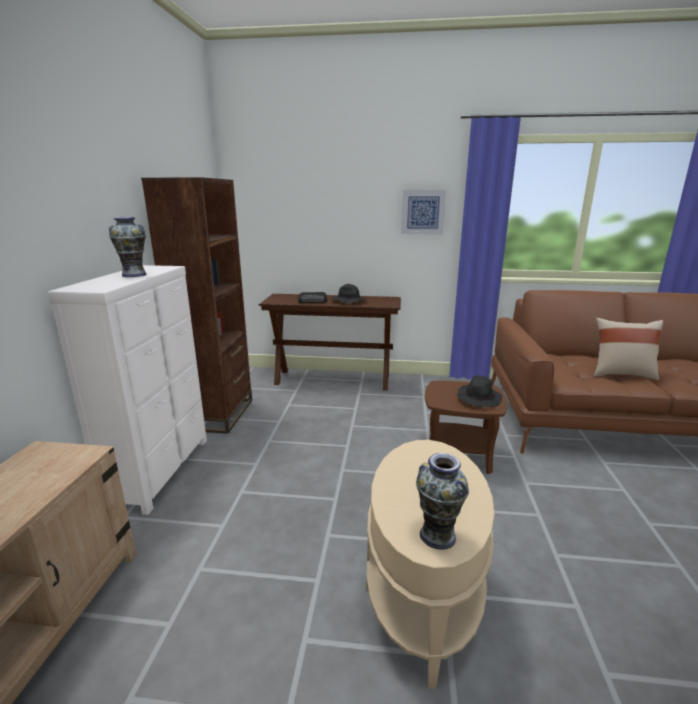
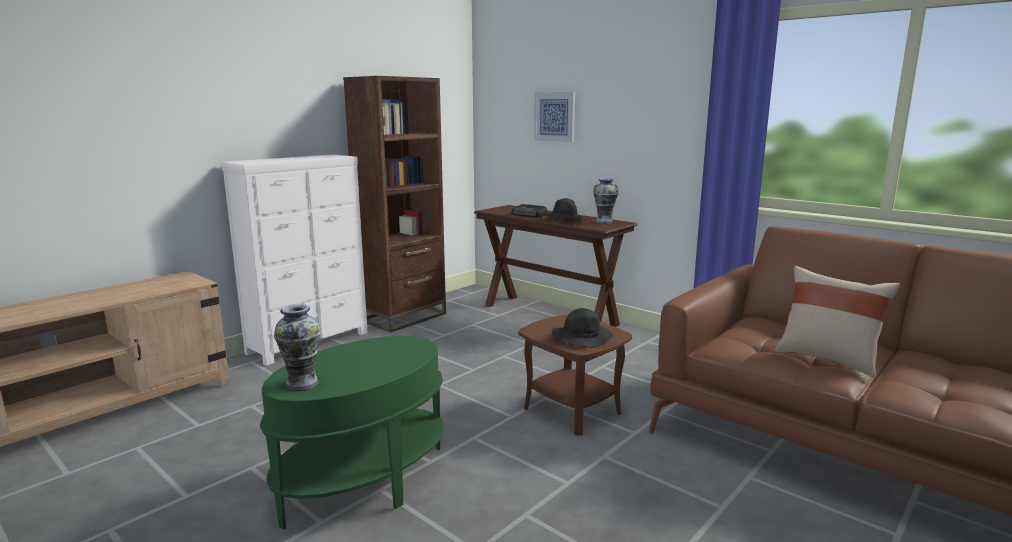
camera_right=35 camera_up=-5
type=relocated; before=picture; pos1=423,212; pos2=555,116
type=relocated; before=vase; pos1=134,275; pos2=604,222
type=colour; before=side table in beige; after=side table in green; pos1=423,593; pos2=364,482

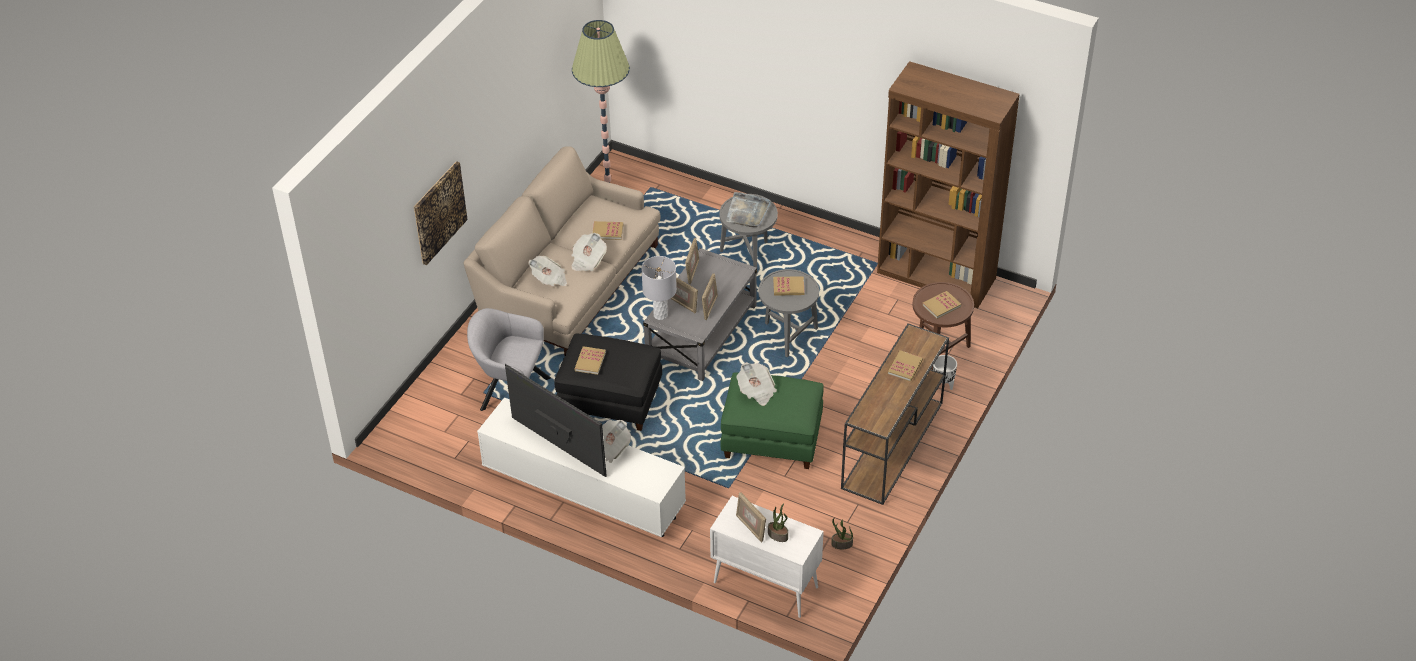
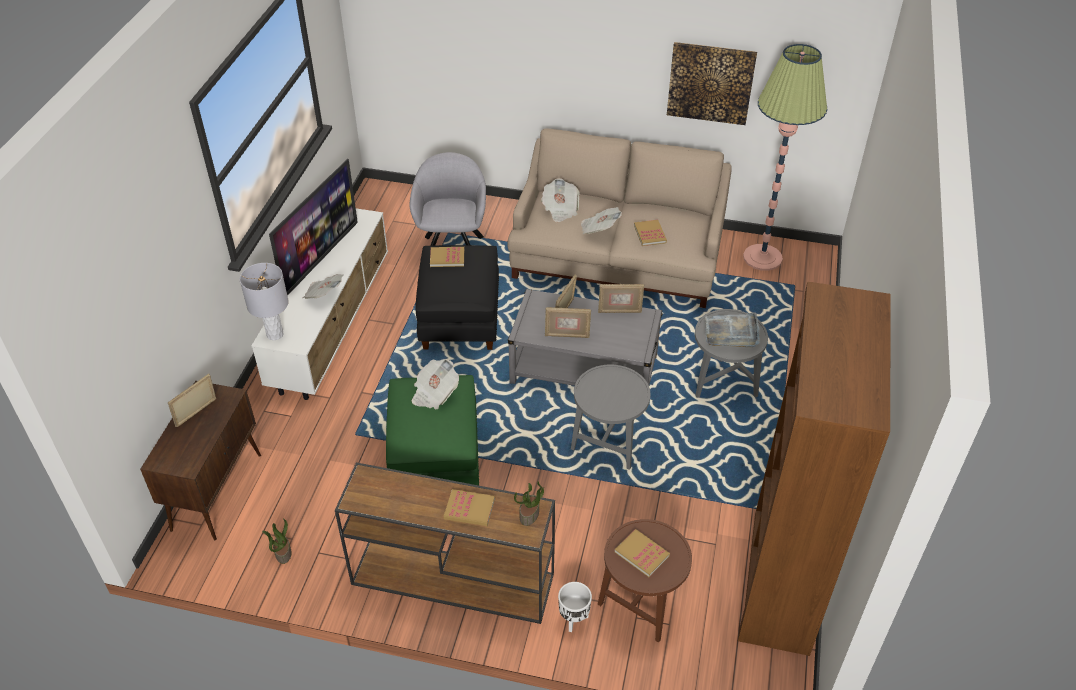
camera_right=75 camera_up=0
type=relocated; before=picture; pos1=439,212; pos2=710,83
type=relocated; before=table lamp in grey; pos1=660,315; pos2=275,335
type=missing; before=book; pos1=788,287
type=colour; before=cabinet in white; after=cabinet in brown; pos1=764,585; pos2=217,491
type=relocated; before=potted plant; pos1=778,535; pos2=529,514

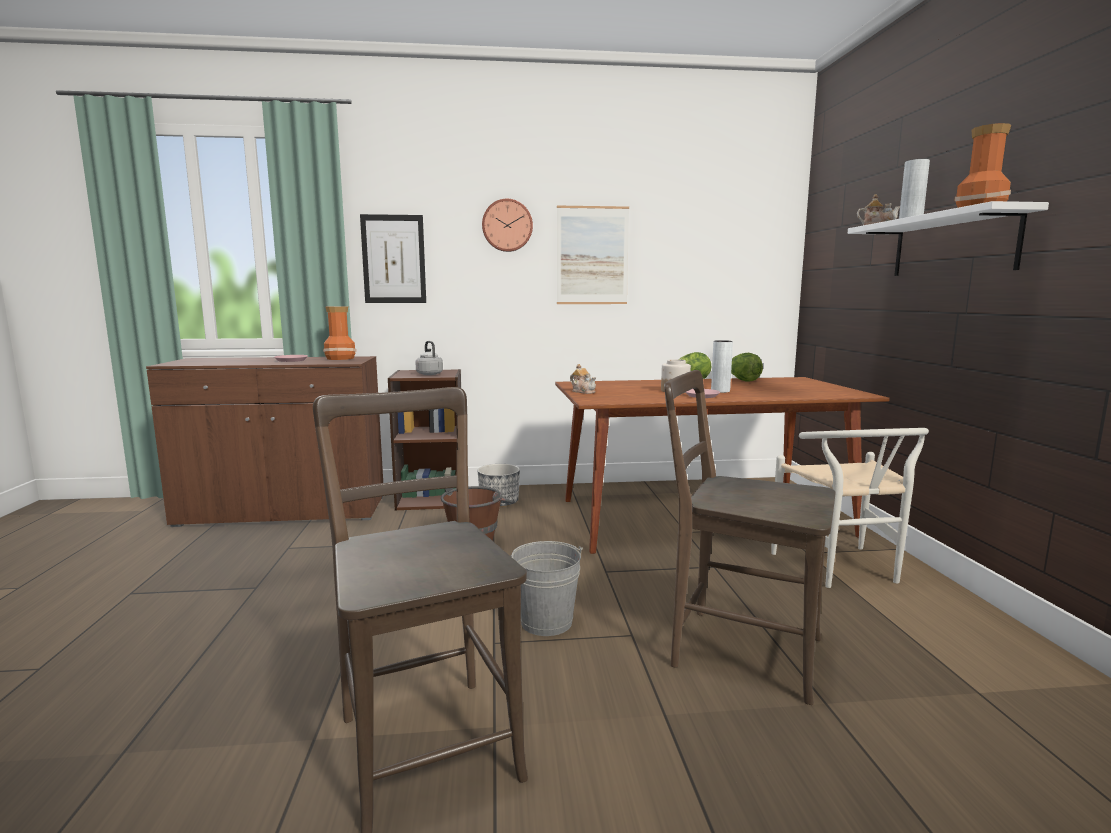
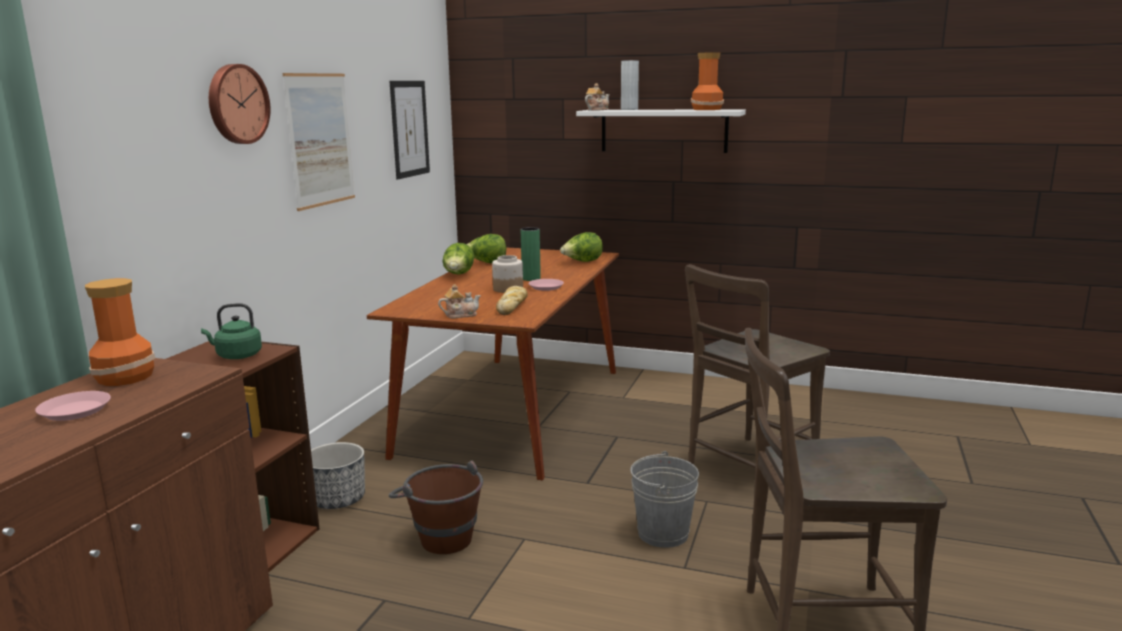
camera_right=-65 camera_up=5
type=relocated; before=picture; pos1=393,259; pos2=409,129
type=colour; before=vase in grey; after=vase in green; pos1=720,391; pos2=531,279
type=colour; before=kettle in grey; after=kettle in green; pos1=429,374; pos2=237,356
type=missing; before=chair in white; pos1=843,570
type=appeared; after=lettuce; pos2=582,262
type=appeared; after=bread; pos2=512,306

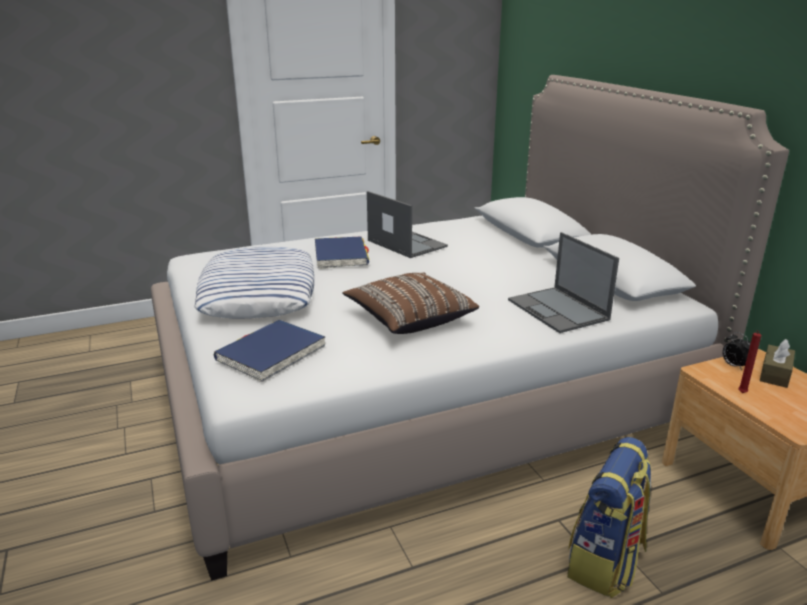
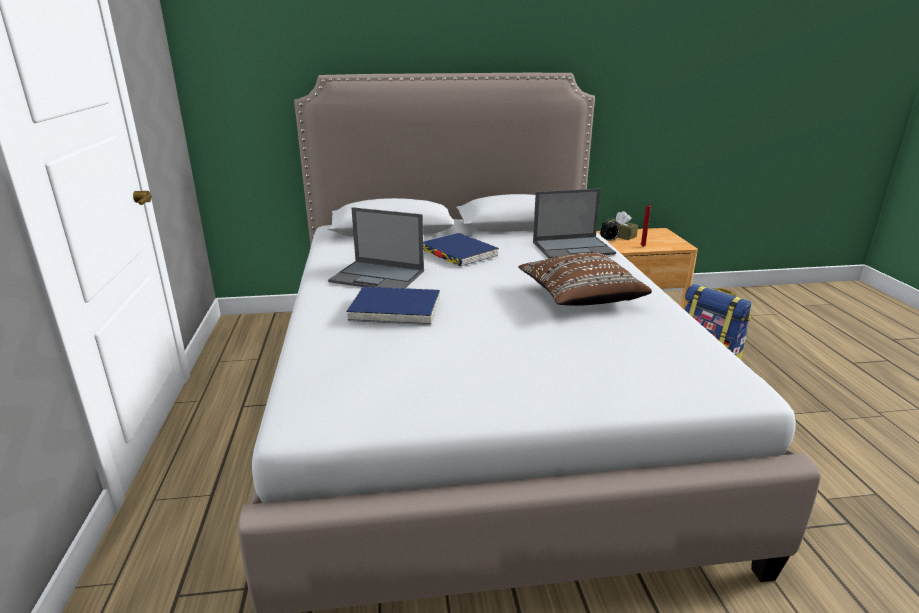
camera_right=-75 camera_up=0
type=spun; before=laptop; pos1=406,243; pos2=378,276; turn=-135
type=missing; before=pillow; pos1=259,293
type=relocated; before=book in blue; pos1=271,353; pos2=458,253

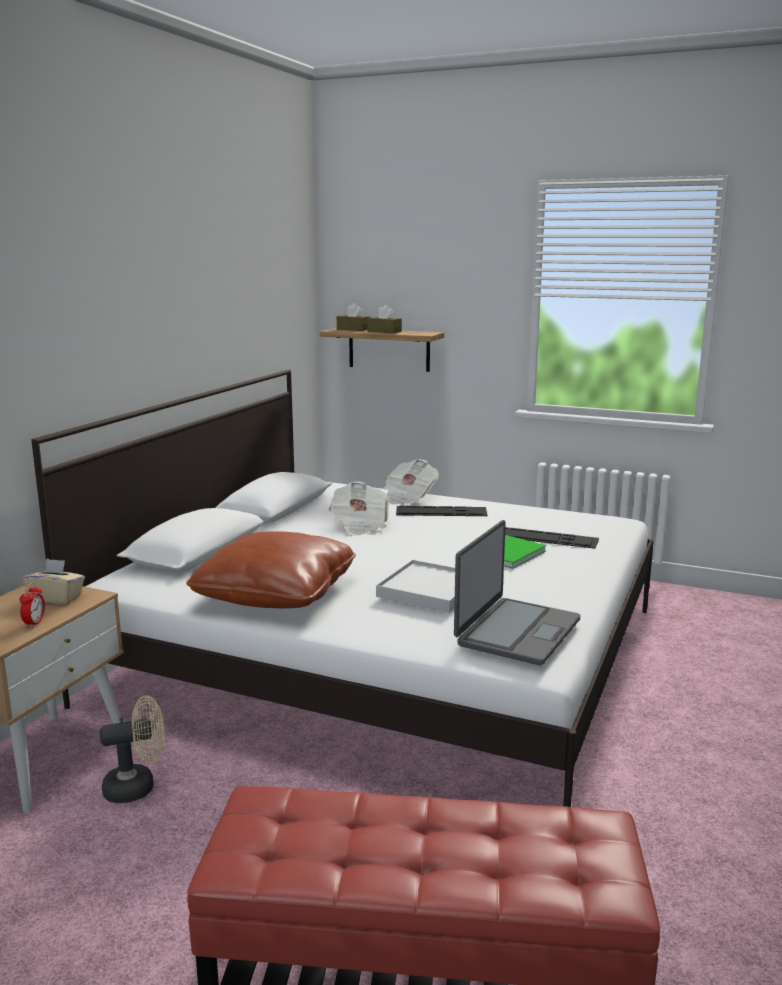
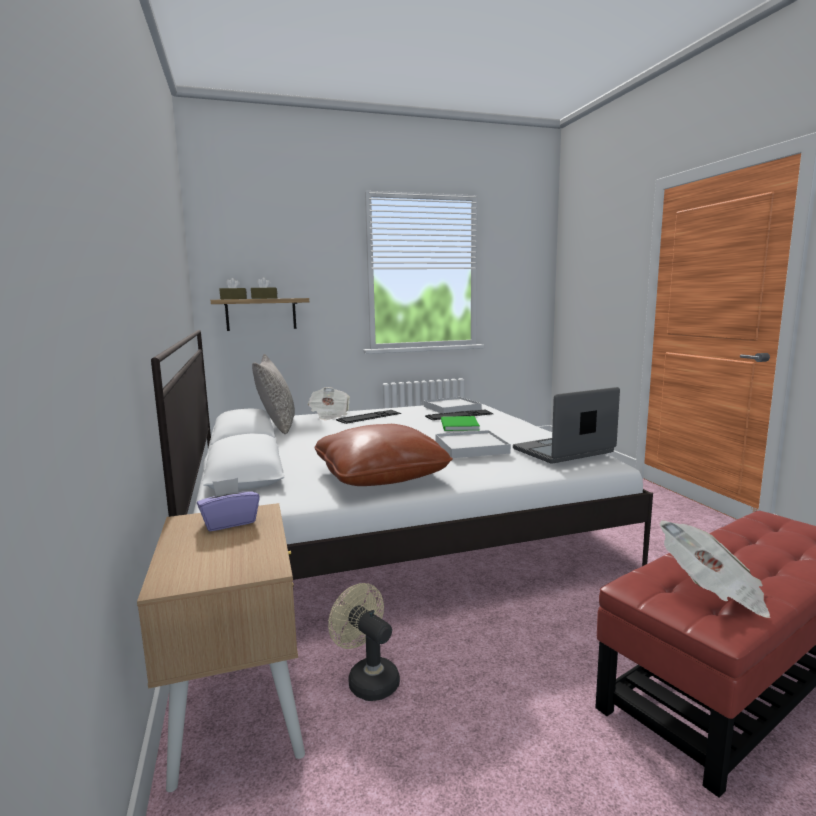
camera_right=-40 camera_up=-5
type=relocated; before=newspaper; pos1=359,525; pos2=712,591
type=spun; before=laptop; pos1=517,632; pos2=564,451; turn=-105
type=colour; before=tissue box in beige; after=tissue box in purple; pos1=56,598; pos2=229,522
type=missing; before=alarm clock; pos1=34,623
type=spun; before=fan in beige; pos1=137,787; pos2=368,679; turn=-75
type=appeared; after=pillow in grey; pos2=277,425
type=appeared; after=tray in white; pos2=452,408

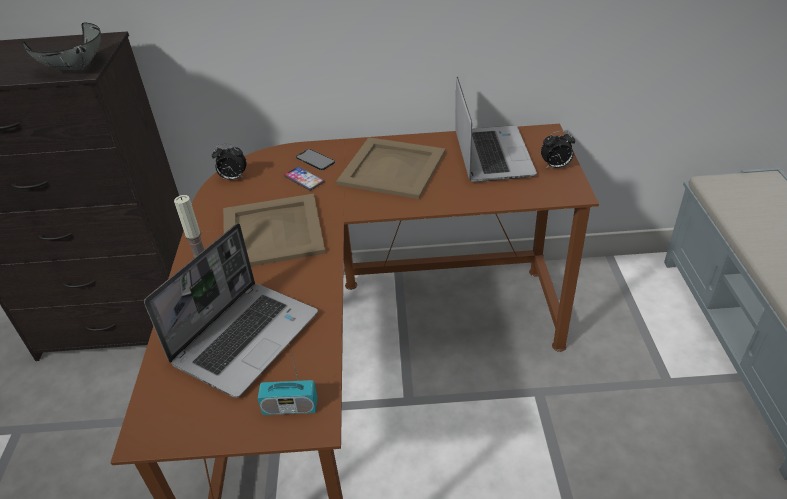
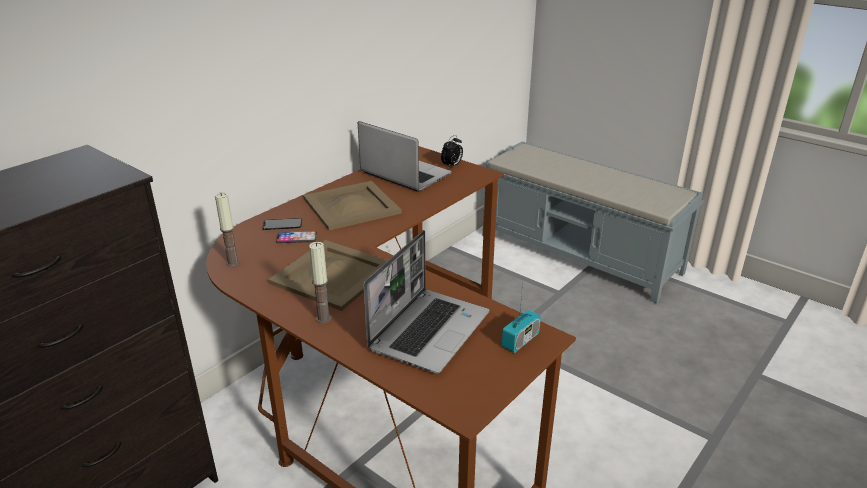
camera_right=-50 camera_up=-10
type=missing; before=bowl in grey; pos1=77,68
type=exchanged; before=alarm clock; after=candle; pos1=233,178; pos2=233,263
type=spun; before=laptop; pos1=246,337; pos2=429,330; turn=45

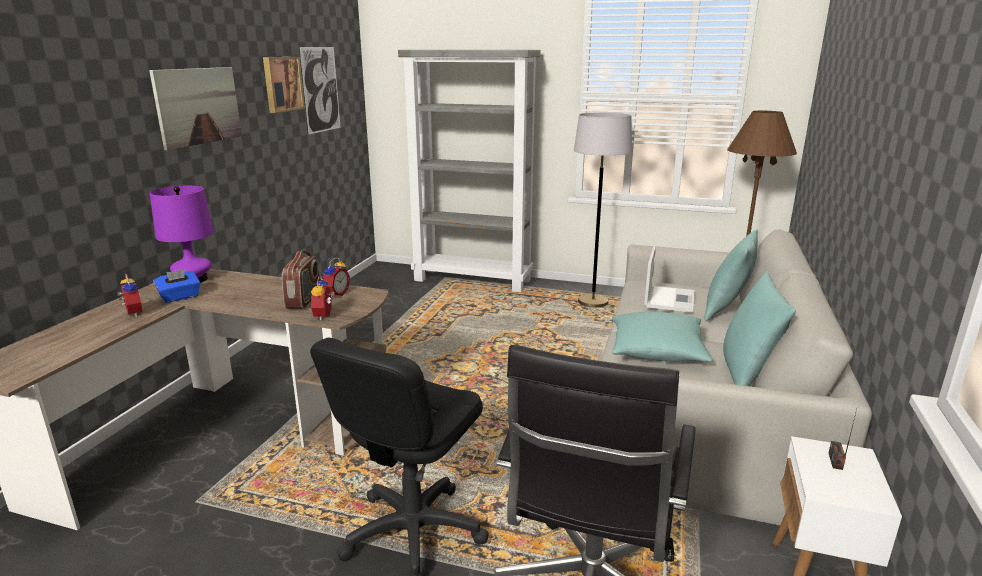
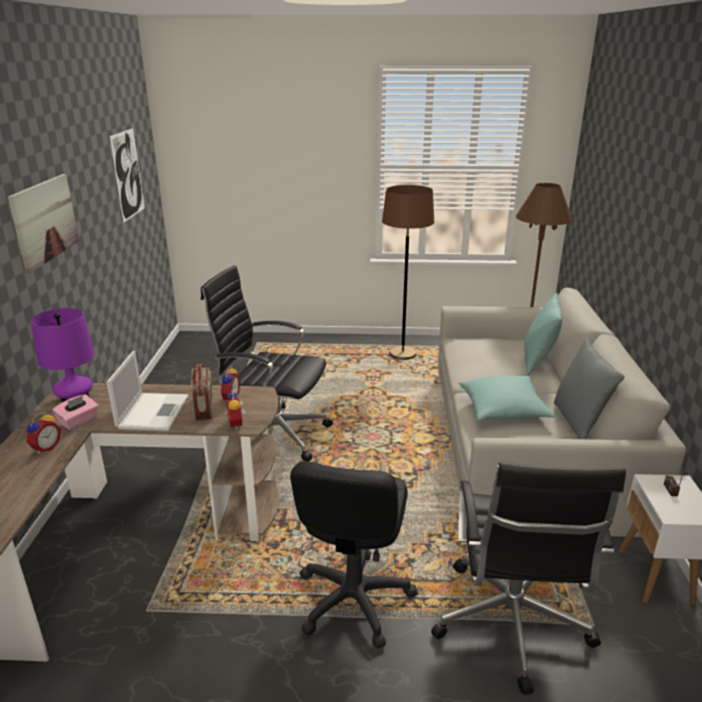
camera_right=-15 camera_up=5
type=missing; before=bookcase in grey; pos1=473,280
type=missing; before=picture; pos1=282,84
type=colour; before=floor lamp in grey; after=floor lamp in brown; pos1=593,302; pos2=402,354
type=relocated; before=laptop; pos1=669,299; pos2=153,411
type=colour; before=tissue box in blue; after=tissue box in pink; pos1=180,297; pos2=79,421
type=colour; before=pillow in turquoise; after=pillow in grey; pos1=747,374; pos2=578,422
type=spun; before=alarm clock; pos1=132,313; pos2=45,448; turn=75
type=appeared; after=office chair in black; pos2=273,434

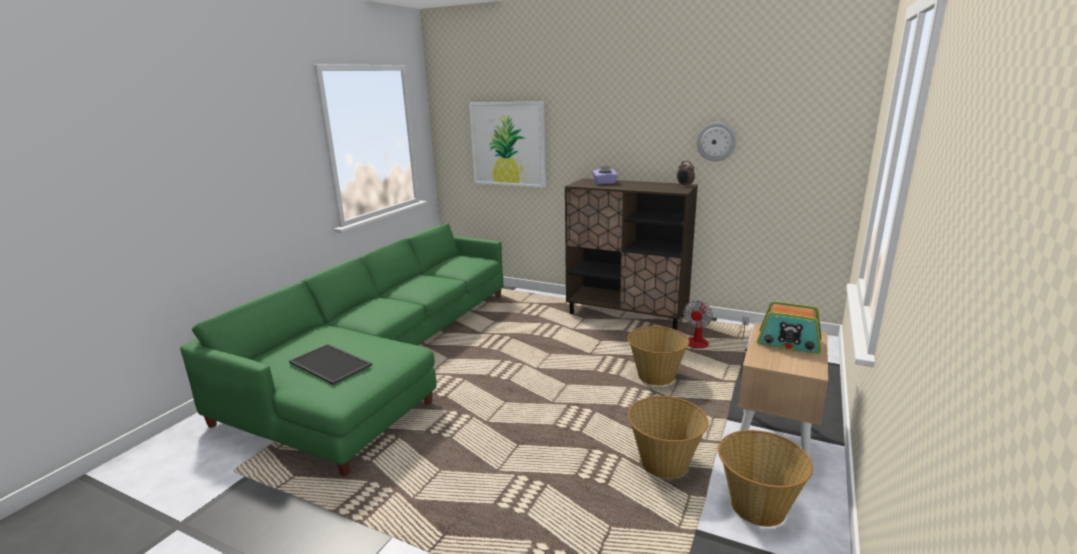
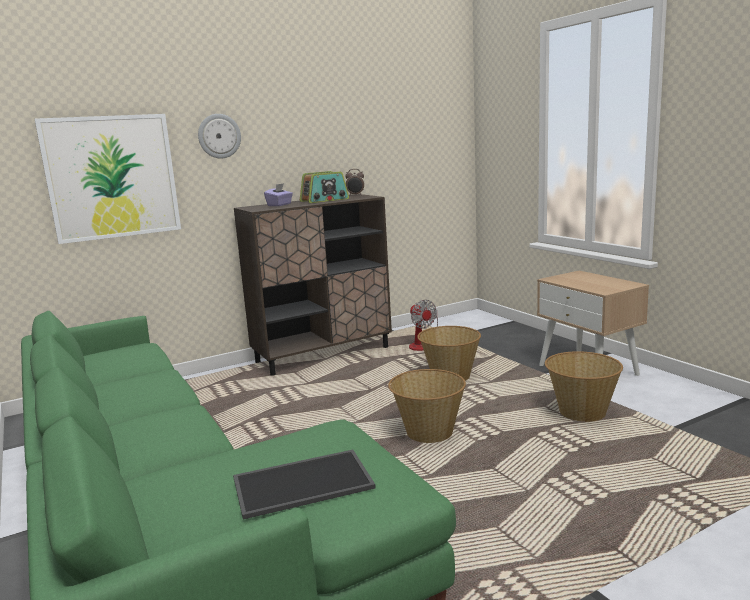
camera_right=-55 camera_up=-5
type=relocated; before=wall clock; pos1=716,141; pos2=219,136
type=relocated; before=radio; pos1=788,342; pos2=324,200
type=relocated; before=basket; pos1=757,506; pos2=428,433

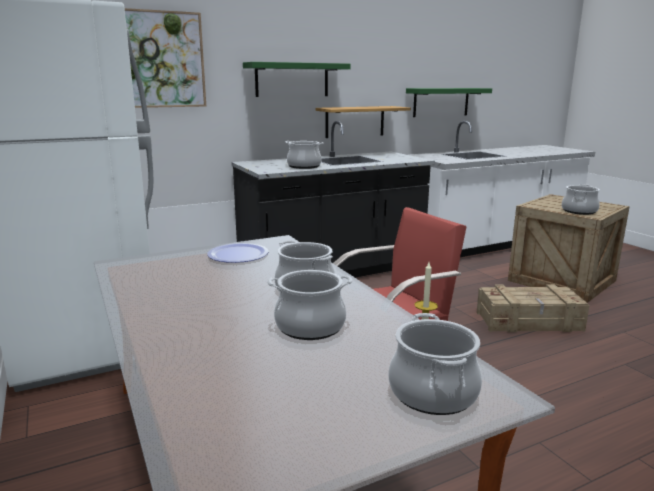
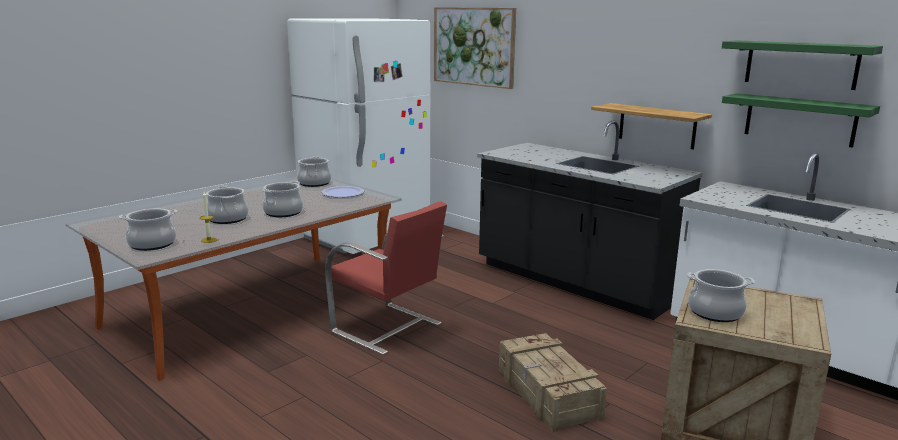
camera_right=70 camera_up=0
type=relocated; before=shelf in green; pos1=292,80; pos2=801,64
type=relocated; before=cooking pot; pos1=304,166; pos2=314,183

